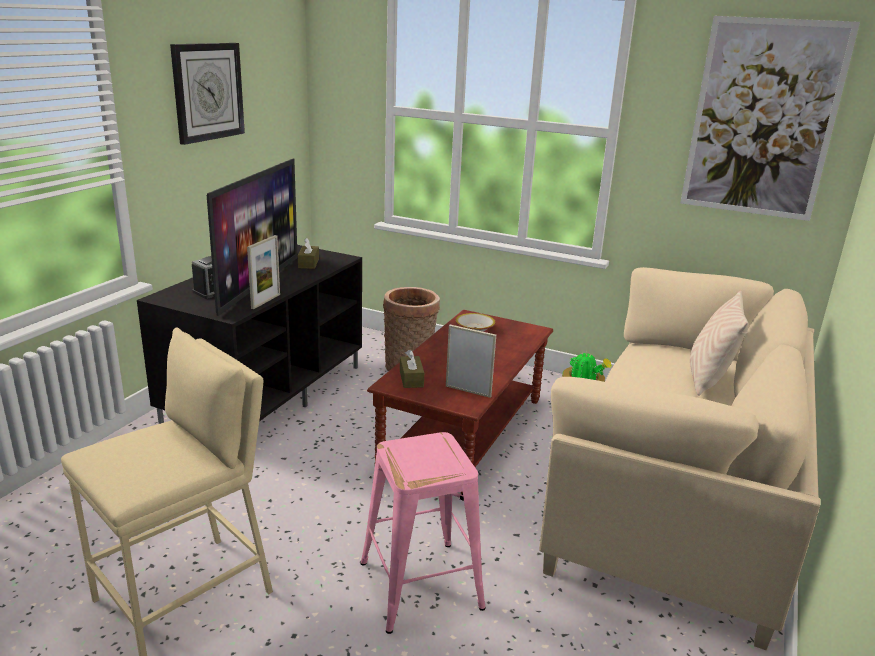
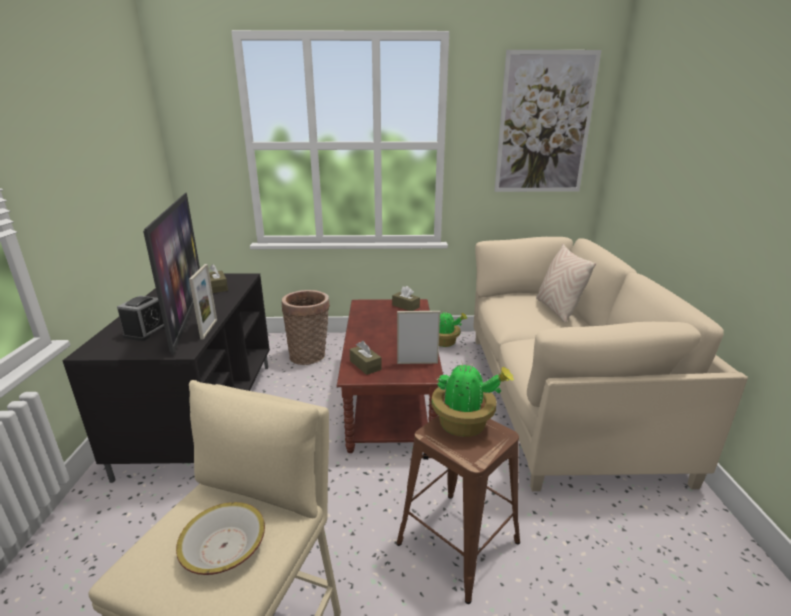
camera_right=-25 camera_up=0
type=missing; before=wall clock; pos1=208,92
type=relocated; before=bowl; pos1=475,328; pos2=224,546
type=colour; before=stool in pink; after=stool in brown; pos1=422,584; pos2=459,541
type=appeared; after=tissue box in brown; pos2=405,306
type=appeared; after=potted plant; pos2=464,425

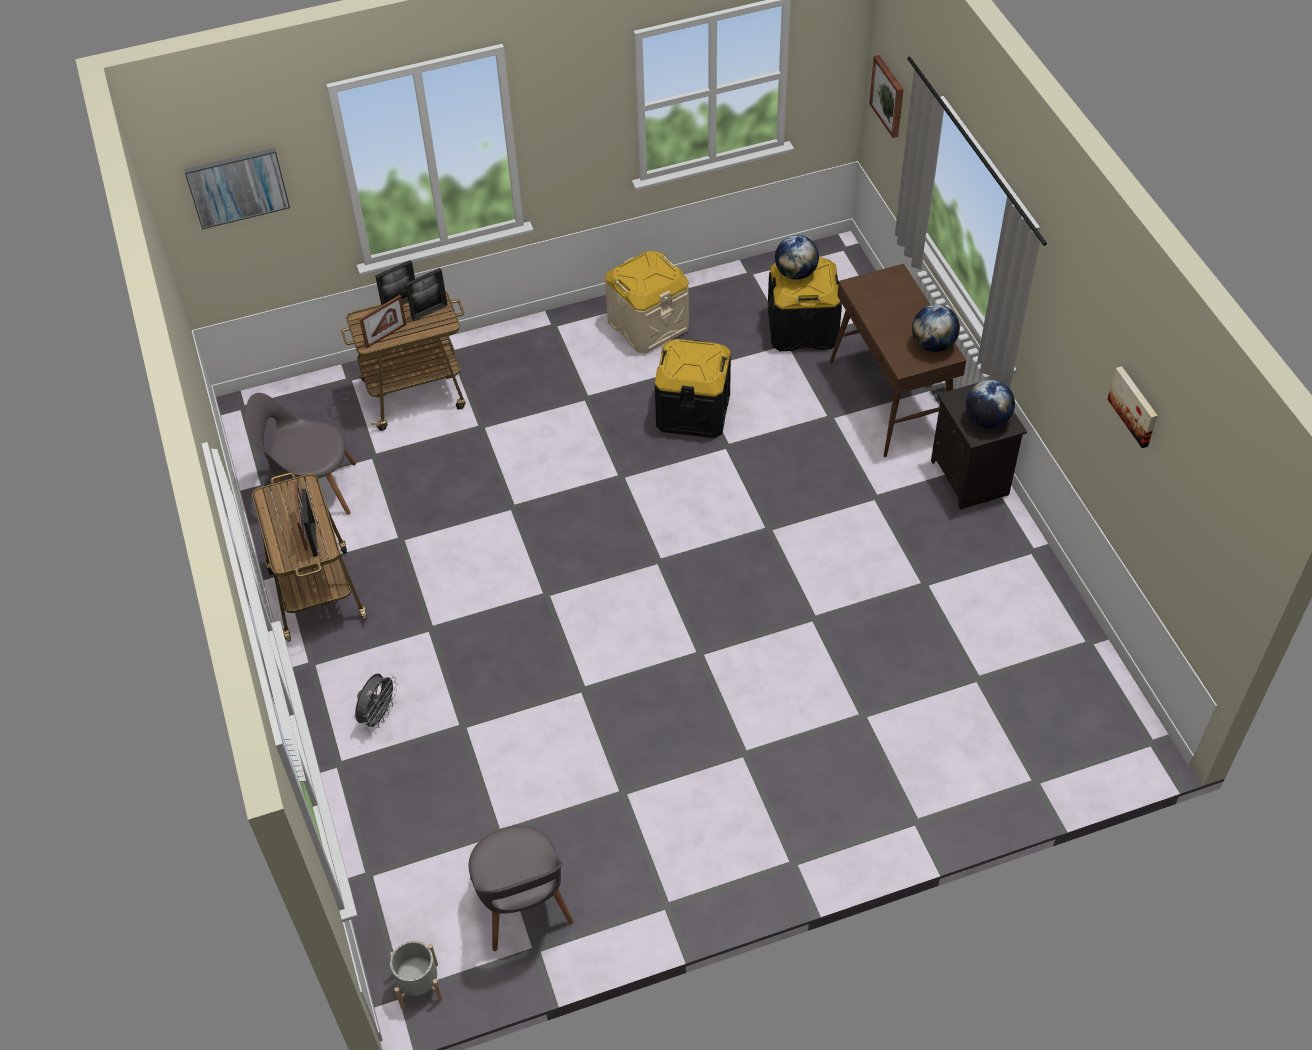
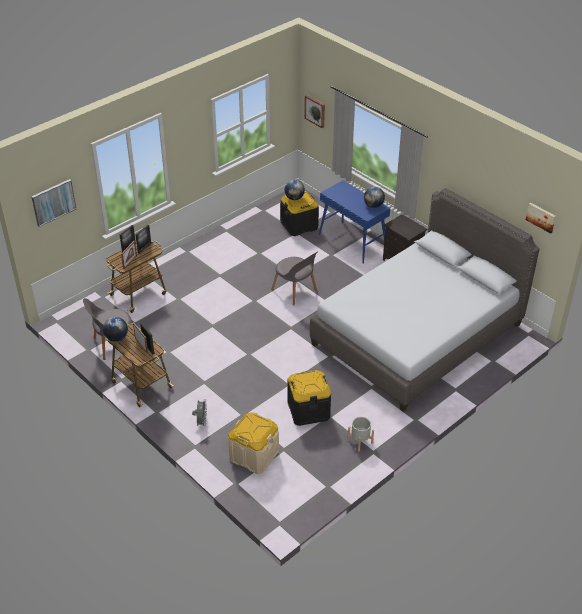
camera_right=-25 camera_up=-10
type=relocated; before=storage box in beige; pos1=648,325; pos2=254,455
type=colour; before=console table in brown; after=console table in blue; pos1=891,399; pos2=352,242
type=relocated; before=storage box in black; pos1=693,411; pos2=308,410
type=relocated; before=picture; pos1=1135,406; pos2=541,217
type=relocated; before=globe; pos1=987,420; pos2=116,338
type=relocated; before=chair in grey; pos1=522,905; pos2=295,291
type=relocated; before=planter in grey; pos1=419,985; pos2=360,441
type=appeared; after=bed in grey; pos2=416,334

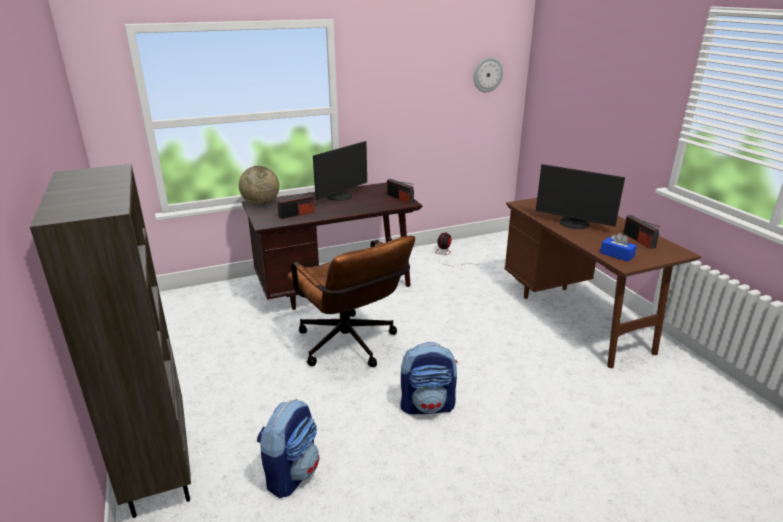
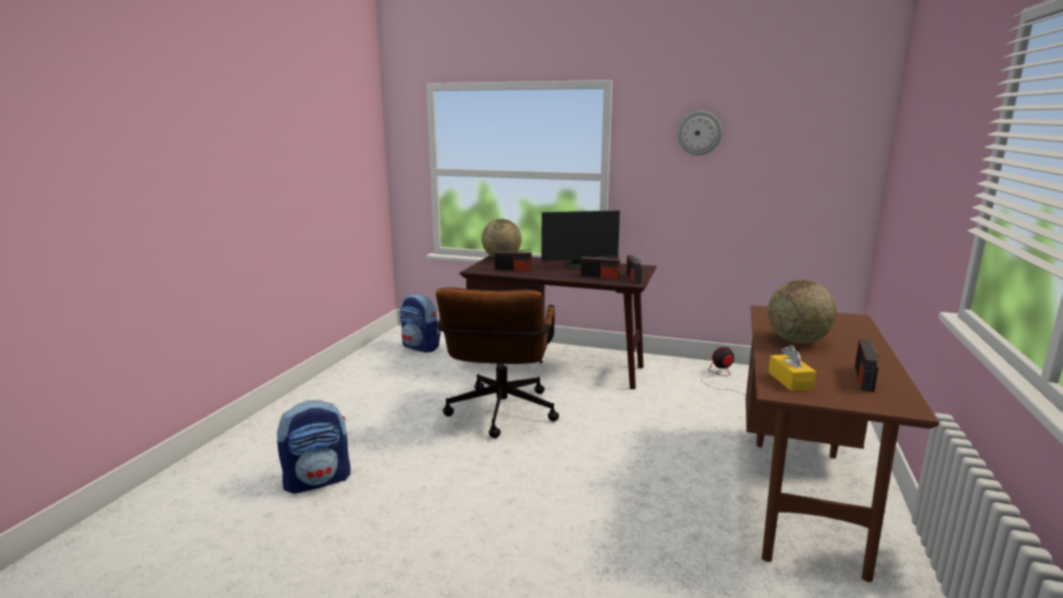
camera_right=40 camera_up=-10
type=relocated; before=wall clock; pos1=487,74; pos2=699,133
type=missing; before=bookcase in brown; pos1=158,468
type=exchanged; before=monitor; after=globe; pos1=573,224; pos2=797,341
type=colour; before=tissue box in blue; after=tissue box in yellow; pos1=617,255; pos2=790,381
type=relocated; before=backpack; pos1=427,406; pos2=421,347
type=appeared; after=radio; pos2=600,277

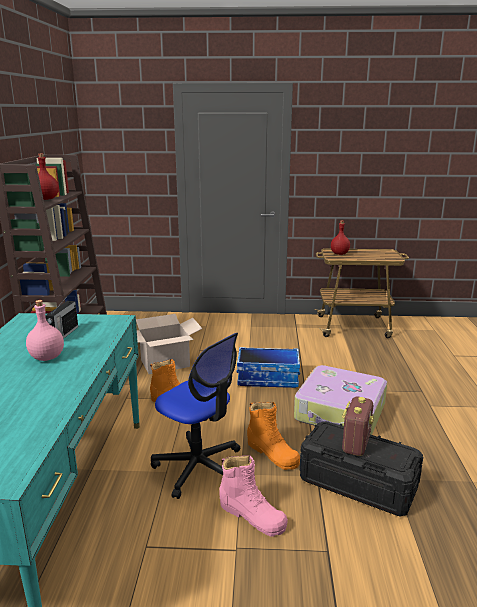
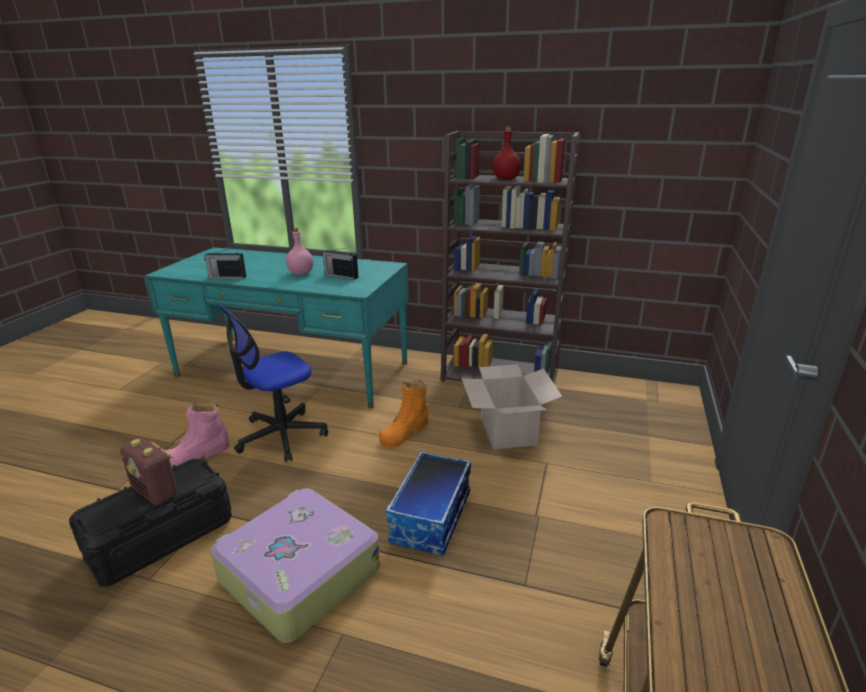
camera_right=105 camera_up=5
type=missing; before=bottle in red; pos1=340,253
type=missing; before=boot in orange; pos1=272,453
type=appeared; after=radio; pos2=227,277

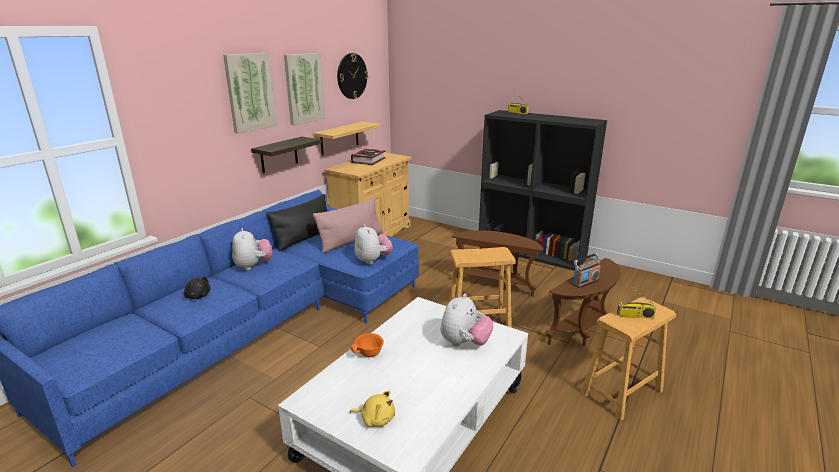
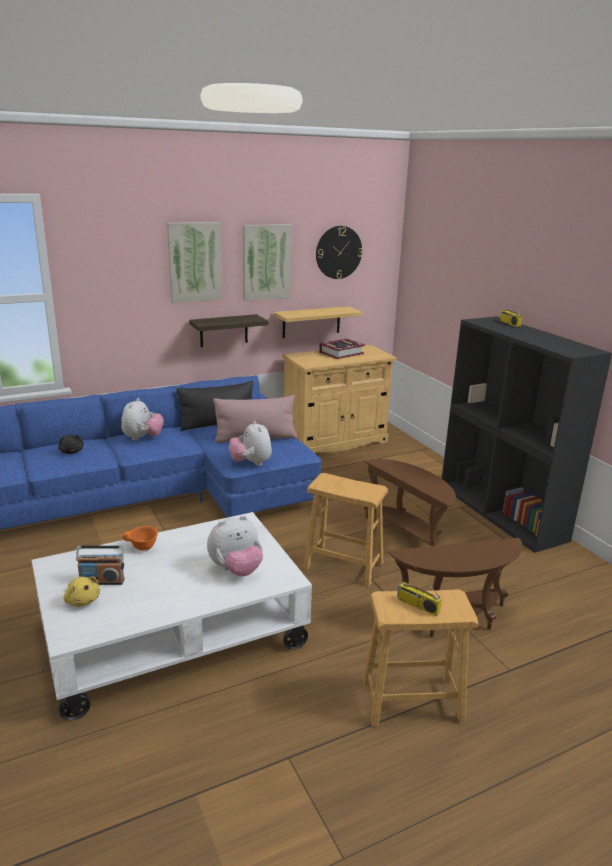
camera_right=30 camera_up=0
type=spun; before=plush toy; pos1=373,260; pos2=251,463; turn=150
type=relocated; before=radio; pos1=585,282; pos2=102,581

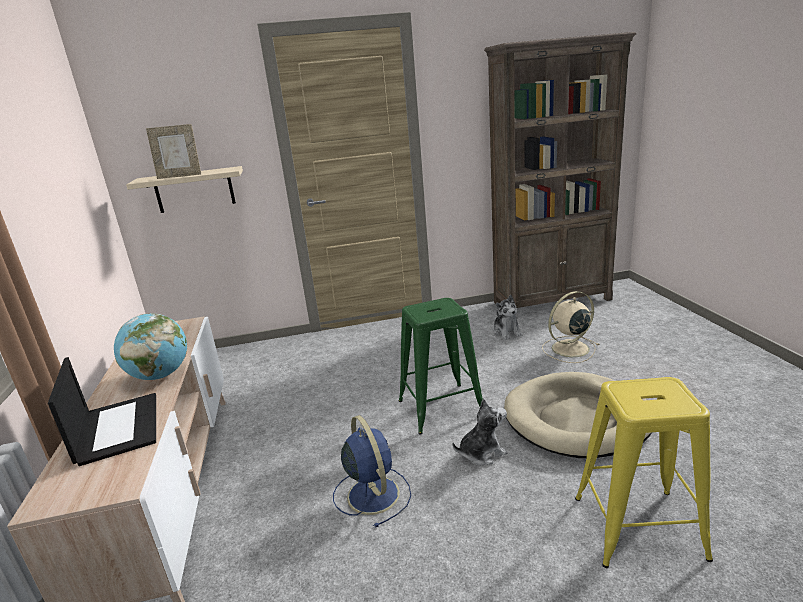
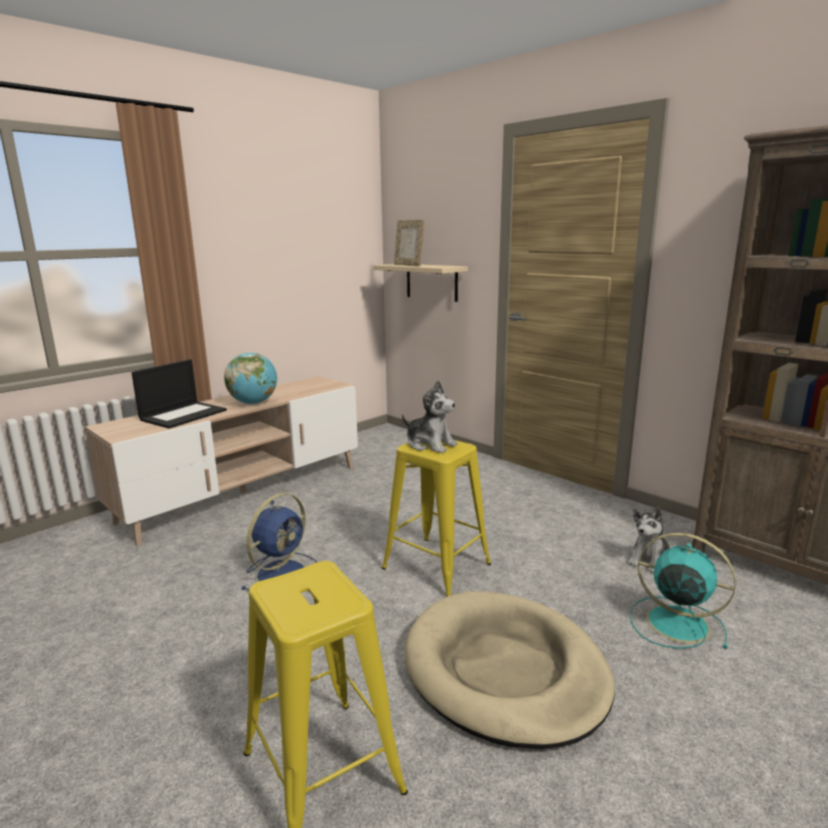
camera_right=55 camera_up=-5
type=colour; before=fan in beige; after=fan in turquoise; pos1=569,349; pos2=674,623
type=colour; before=stool in green; after=stool in yellow; pos1=441,408; pos2=436,566
type=relocated; before=plush toy; pos1=481,453; pos2=430,444

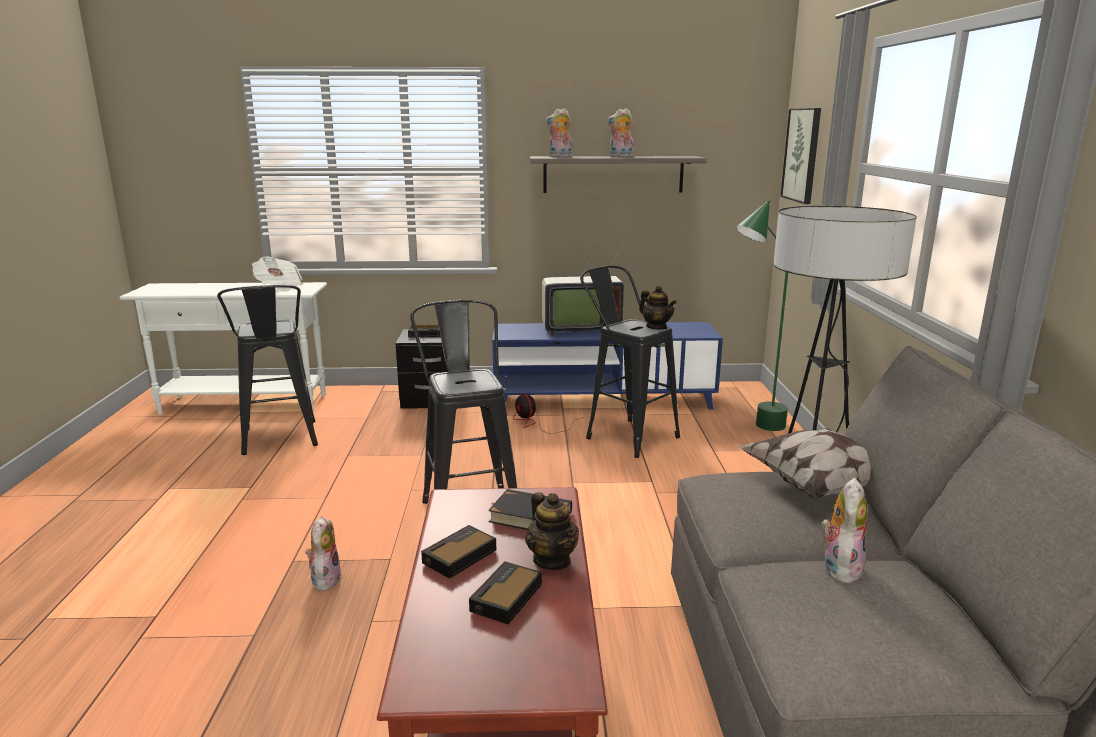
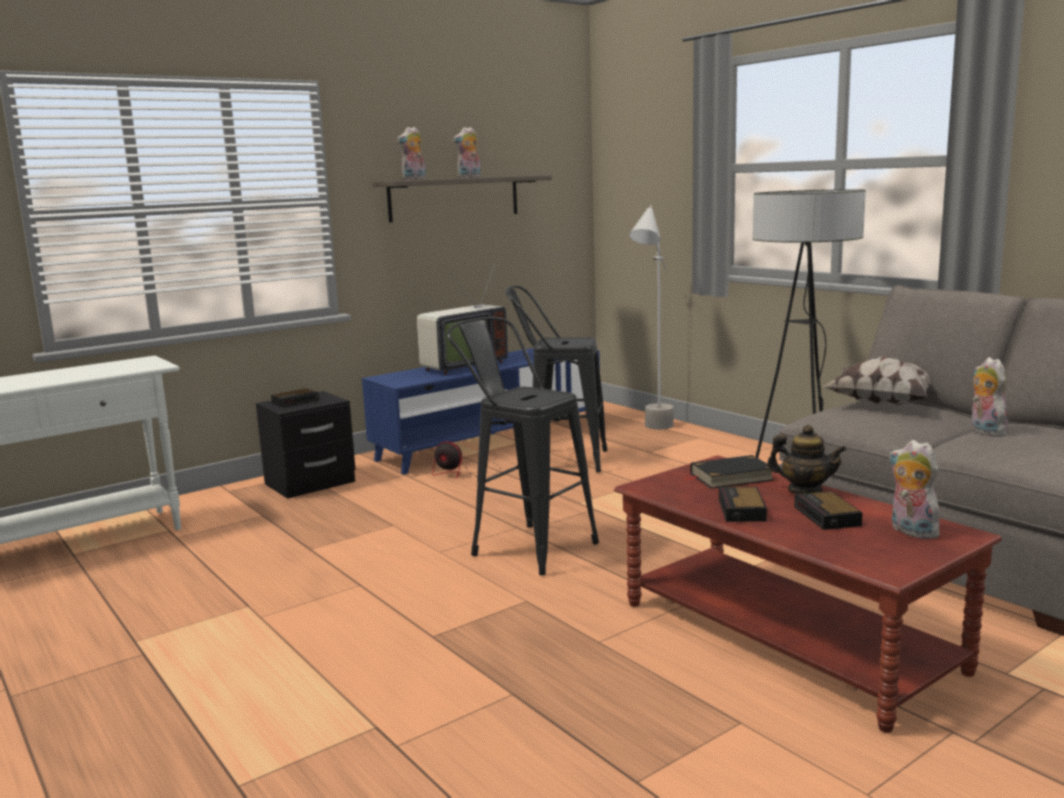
camera_right=-35 camera_up=-5
type=missing; before=picture; pos1=802,155
type=colour; before=floor lamp in green; after=floor lamp in grey; pos1=753,430; pos2=653,432
type=missing; before=newspaper; pos1=279,287
type=missing; before=stool in black; pos1=279,442
type=missing; before=teapot; pos1=656,327
type=relocated; before=plush toy; pos1=325,579; pos2=910,531

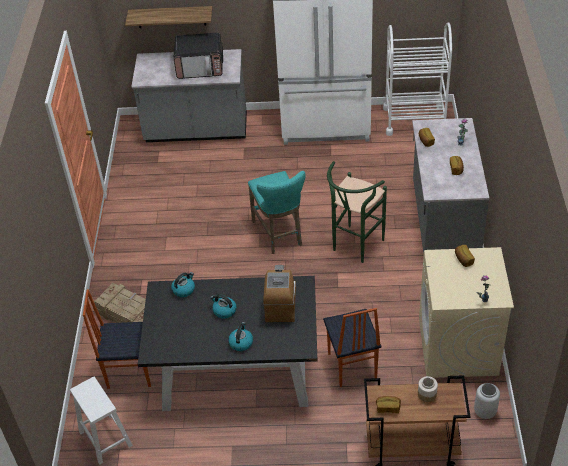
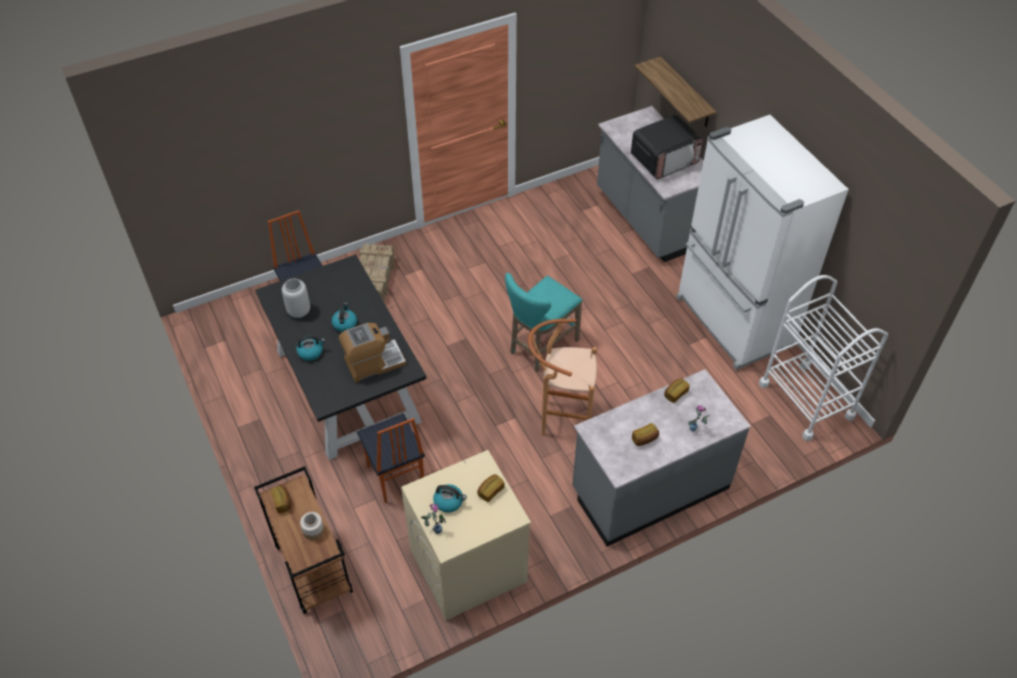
camera_right=60 camera_up=5
type=spun; before=microwave; pos1=200,67; pos2=665,159; turn=-90
type=colour; before=stool in green; after=stool in brown; pos1=354,247; pos2=560,419
type=relocated; before=kettle; pos1=184,289; pos2=449,502
type=spun; before=chair; pos1=351,366; pos2=395,477; turn=-75
type=missing; before=stool in white; pos1=105,438
type=relocated; before=vase in grey; pos1=485,412; pos2=298,311

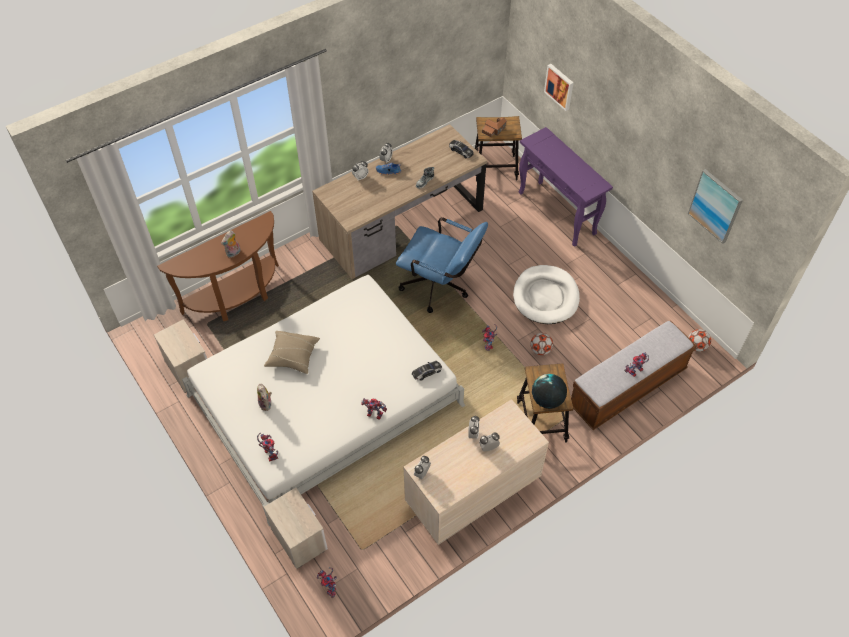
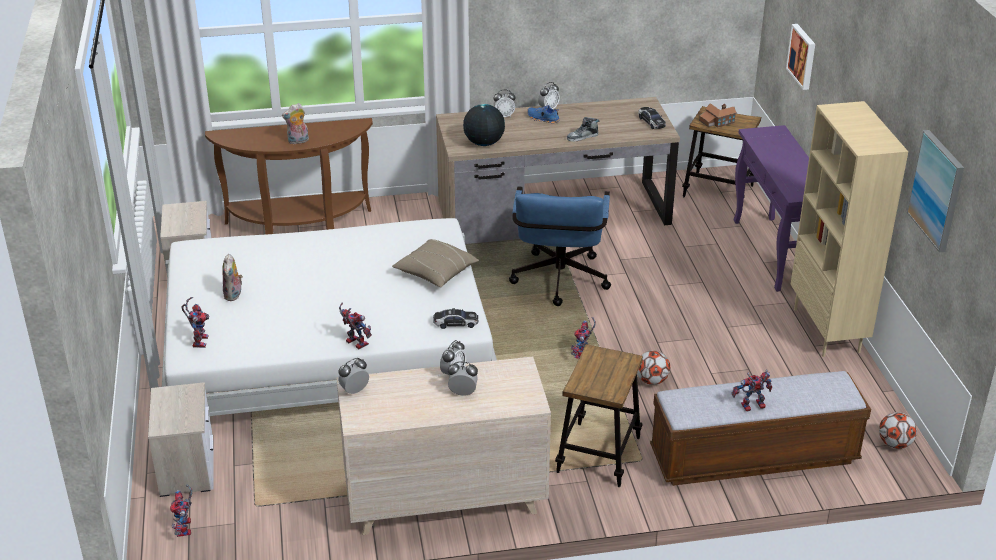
camera_right=25 camera_up=-20
type=spun; before=office chair in blue; pos1=440,288; pos2=559,283; turn=45
type=missing; before=dog bed in white; pos1=545,297
type=relocated; before=pillow in beige; pos1=292,356; pos2=435,273
type=relocated; before=globe; pos1=547,400; pos2=484,143
type=appeared; after=bookcase in beige; pos2=828,330

